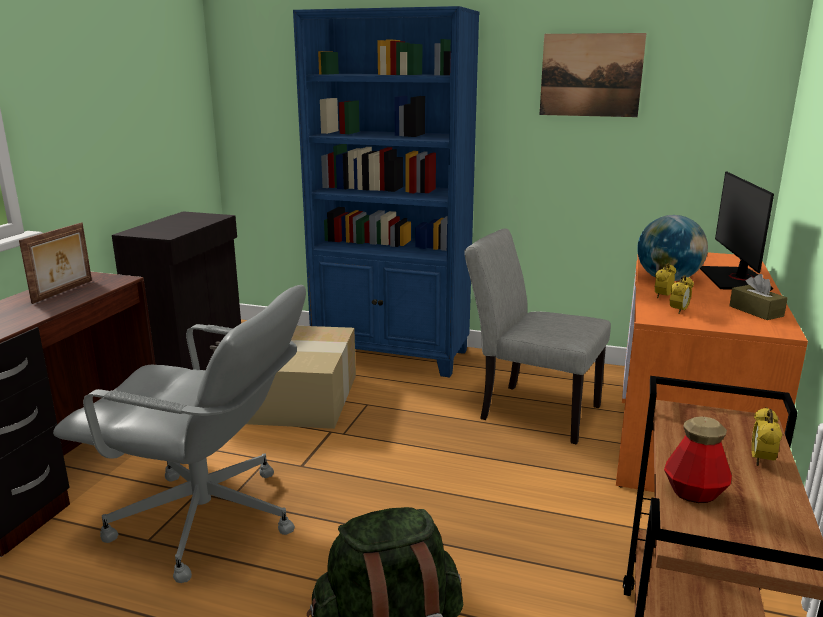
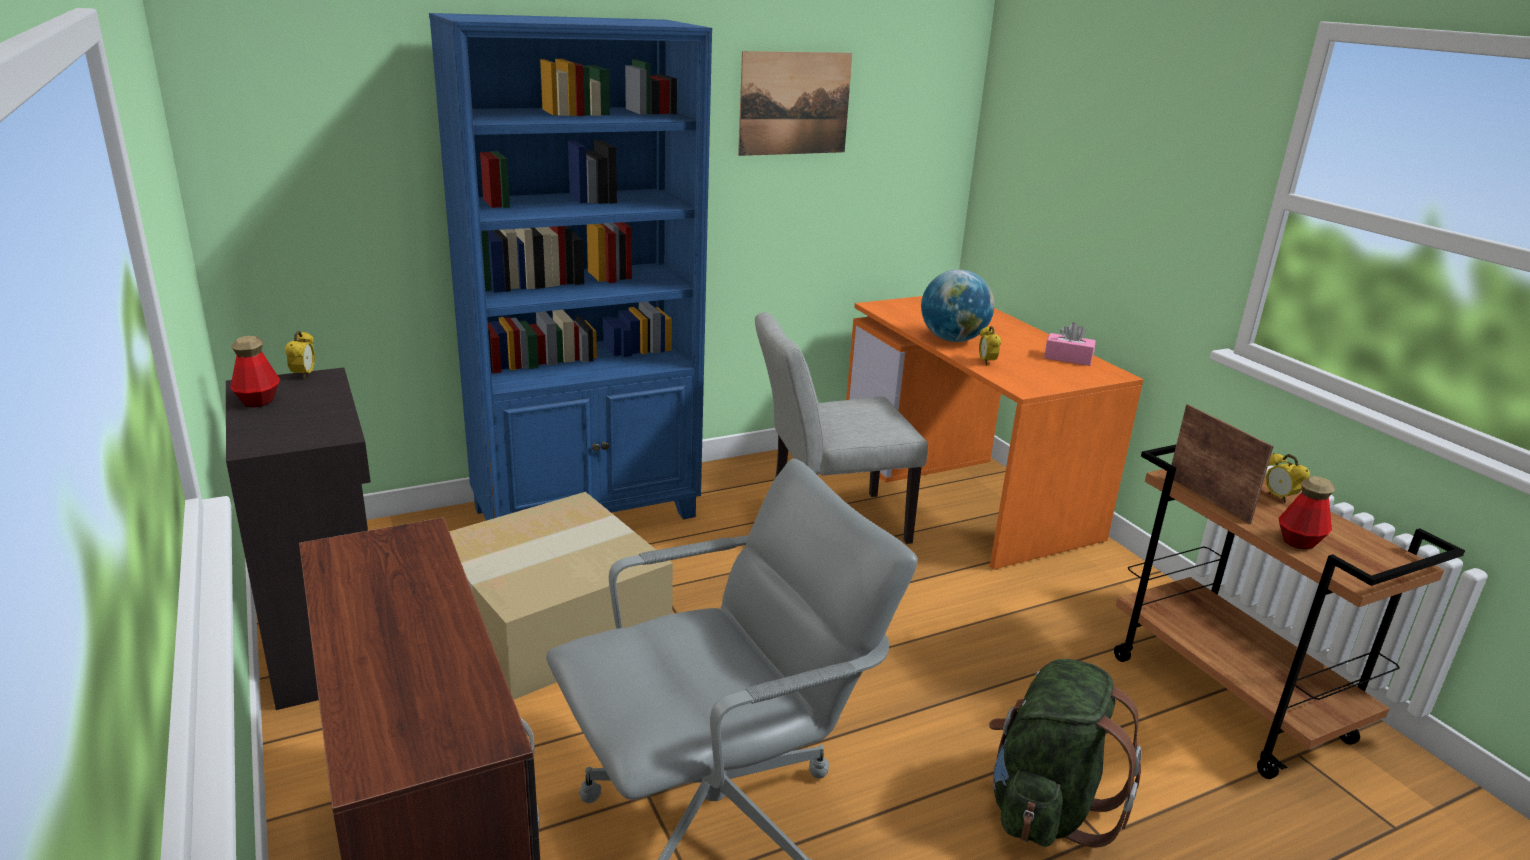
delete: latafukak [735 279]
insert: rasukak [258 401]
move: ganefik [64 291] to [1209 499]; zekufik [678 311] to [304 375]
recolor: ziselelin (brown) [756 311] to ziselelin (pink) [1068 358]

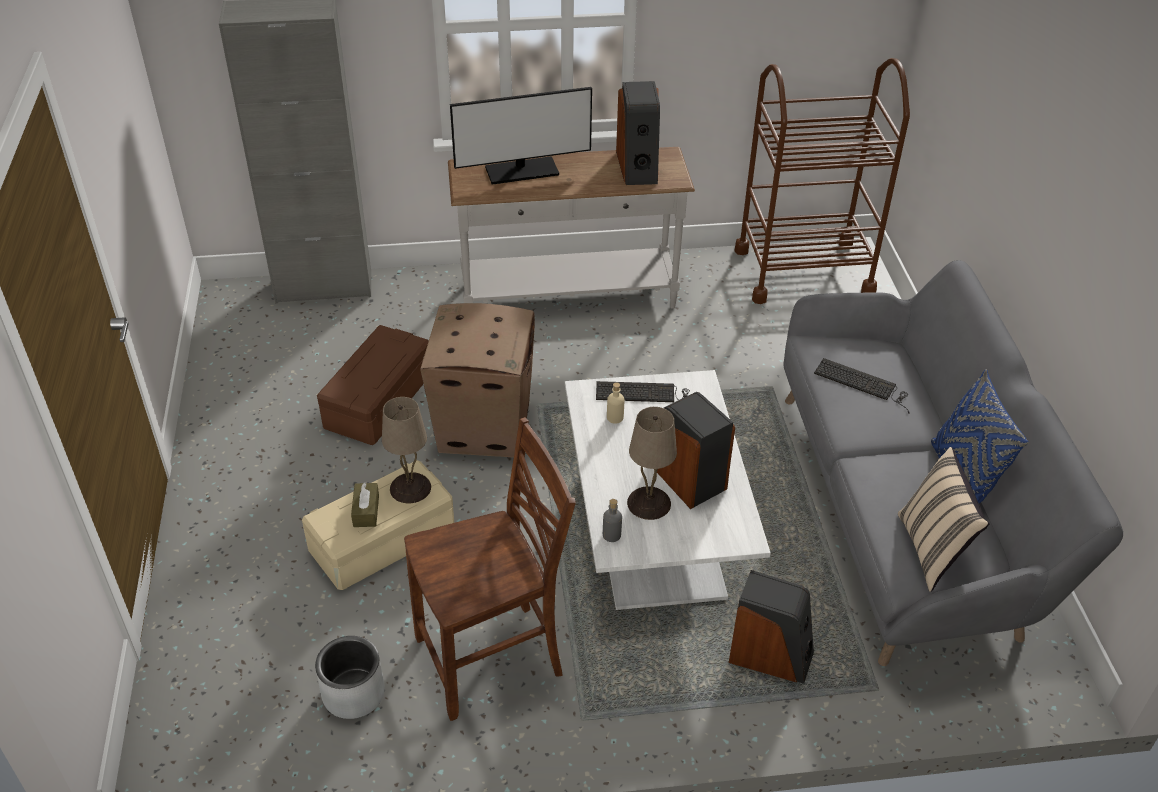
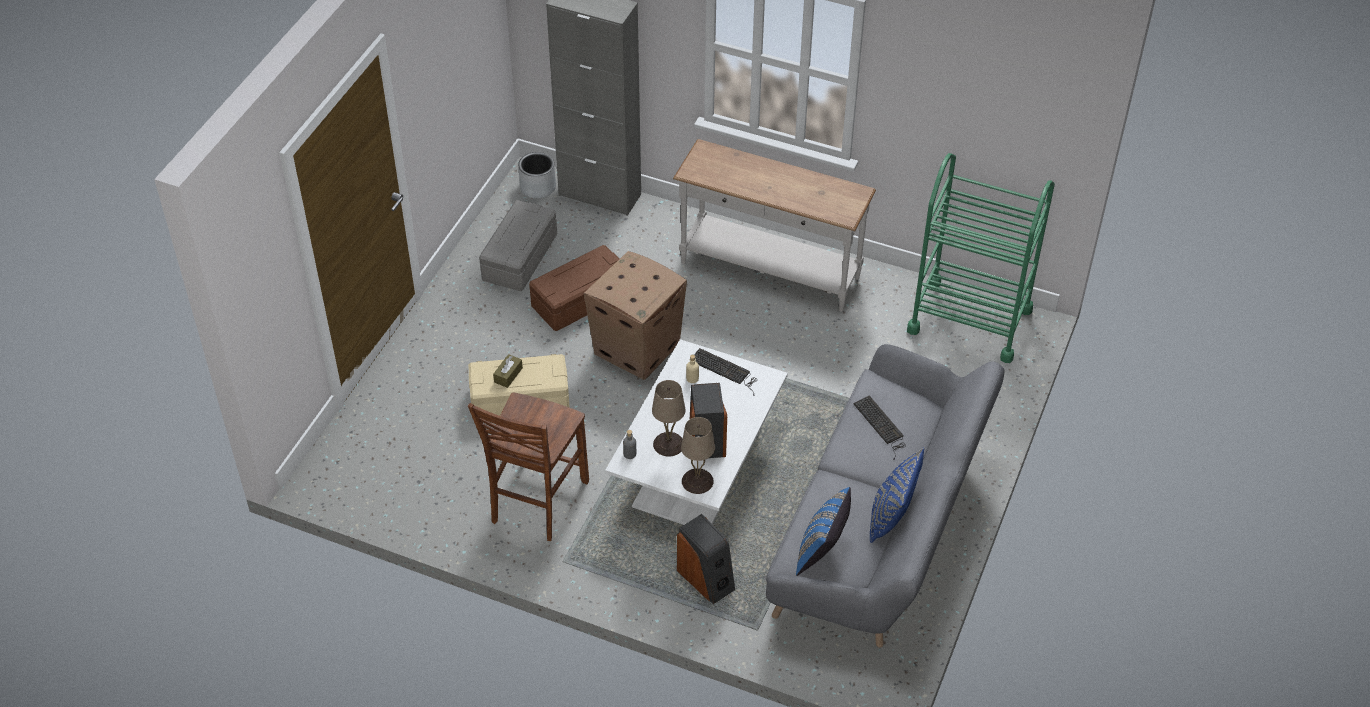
delete: latafukak [522 171]; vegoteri [638 167]
insert: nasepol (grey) [519 257]
move: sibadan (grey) [353 694] to [537 187]; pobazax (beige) [411 487] to [698 481]
recolor: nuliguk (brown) [803 271] to nuliguk (green) [969 320]; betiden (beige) [932 550] to betiden (blue) [822 552]
rotate: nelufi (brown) [493 659] = [536 502] 105 degrees clockwise

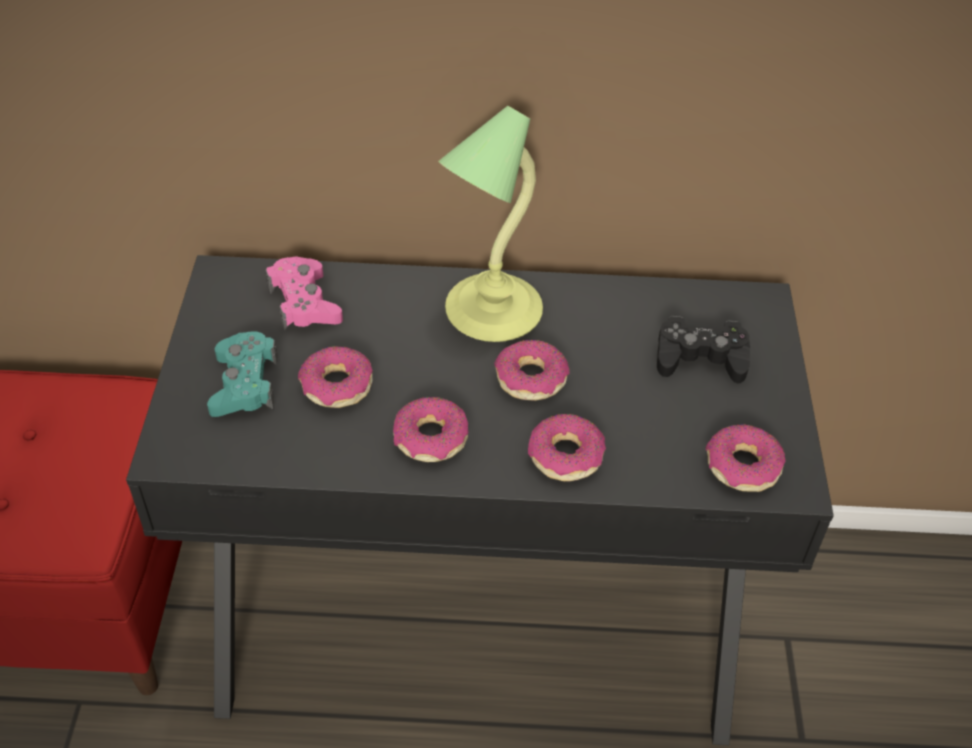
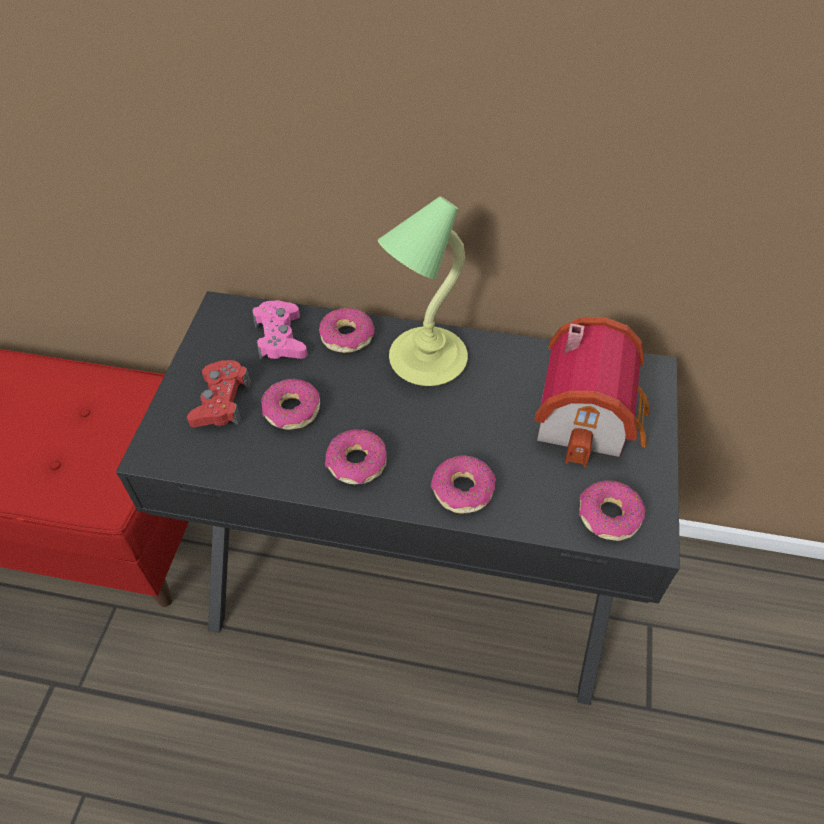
move: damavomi [530 378] to [347 336]
replace: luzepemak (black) [700 358] to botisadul [590 416]
recolor: luzepemak (turquoise) [244 384] to luzepemak (red) [221 401]

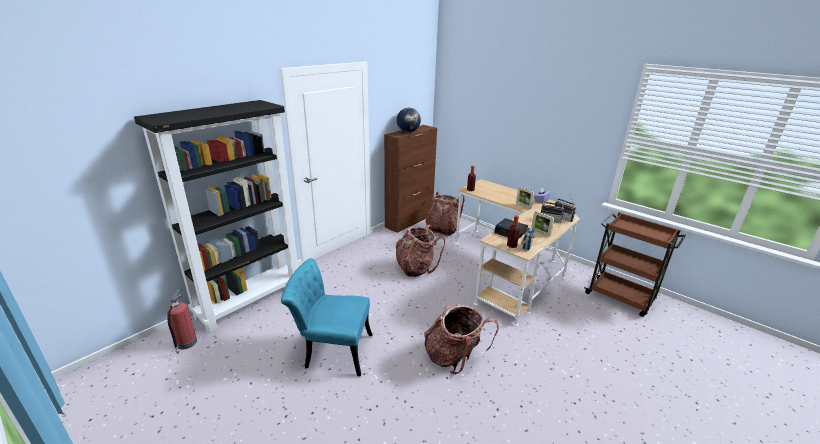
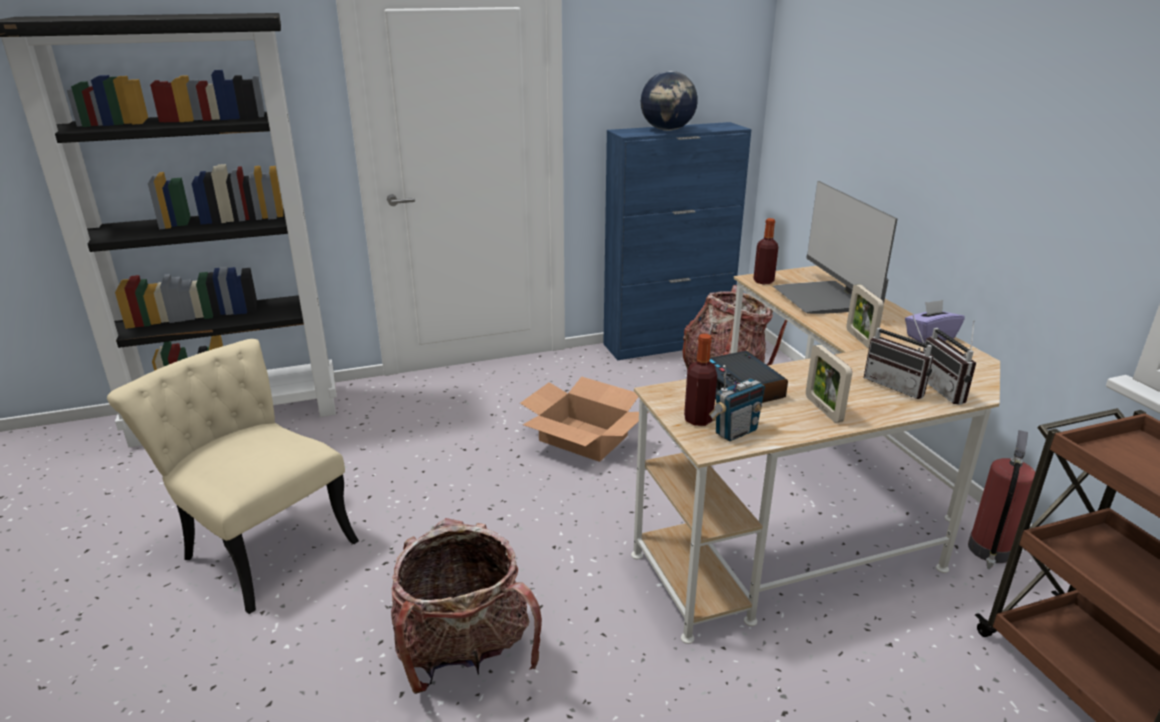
insert: latafukak [823 299]
move: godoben [186 343] to [989 551]
replace: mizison [416 268] to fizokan [583 438]
recolor: nelufi (turquoise) [331 350] to nelufi (beige) [260 544]; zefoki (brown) [409 221] to zefoki (blue) [668 343]

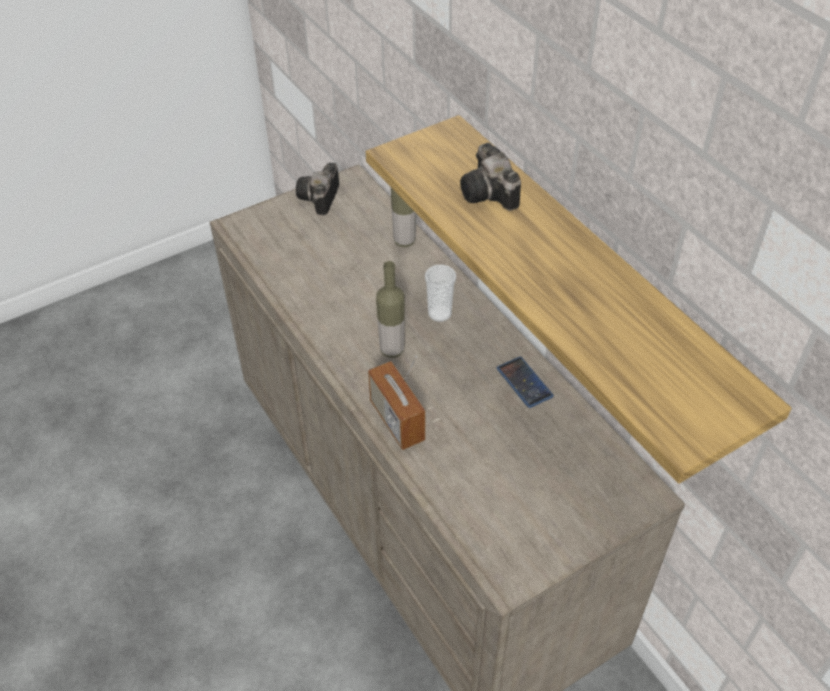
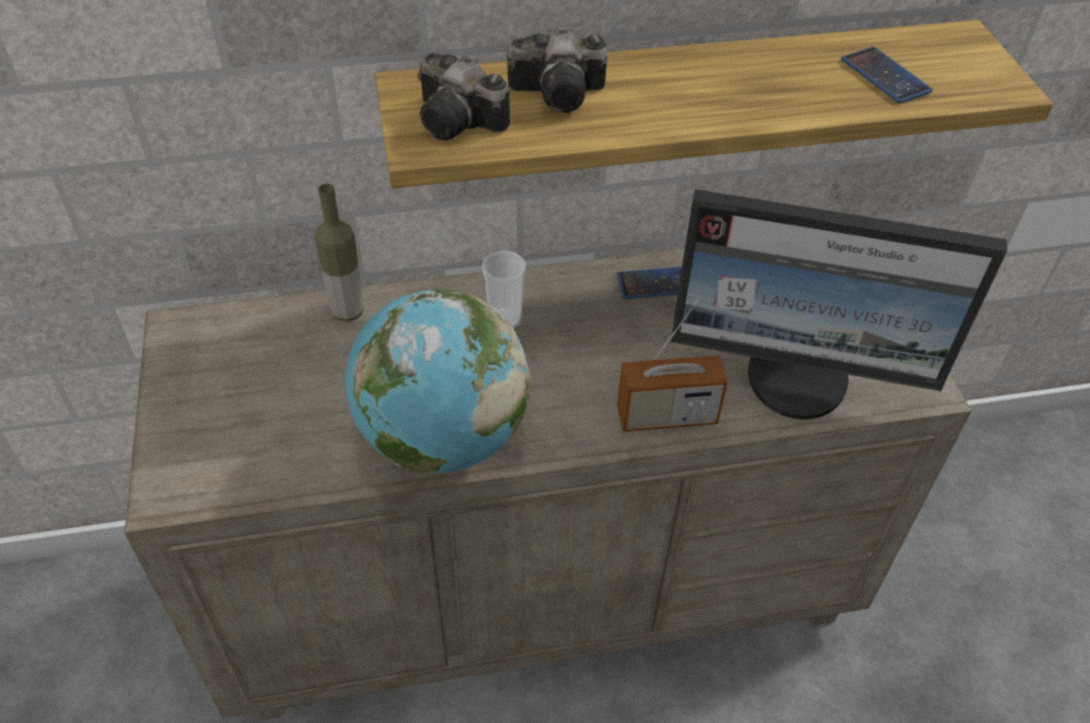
delete: rasukak [392 350]
insert: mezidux [442 438]; latafukak [798 379]; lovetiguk [885 76]
move: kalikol [320 199] to [461 122]

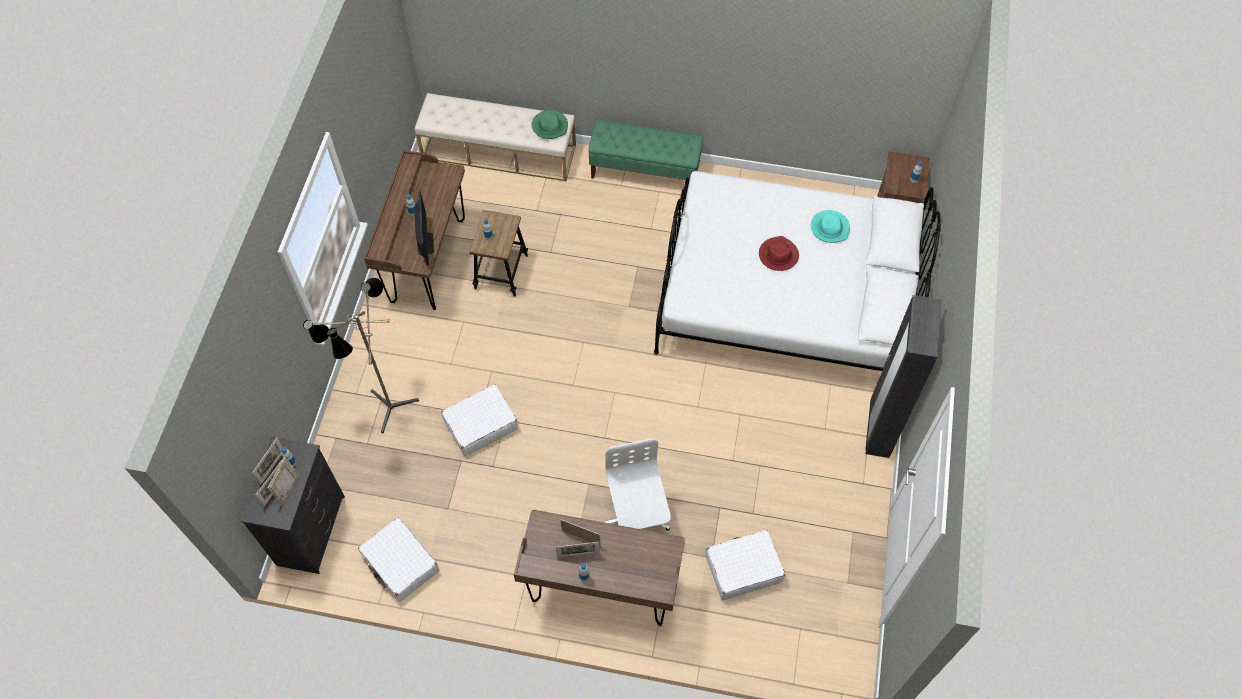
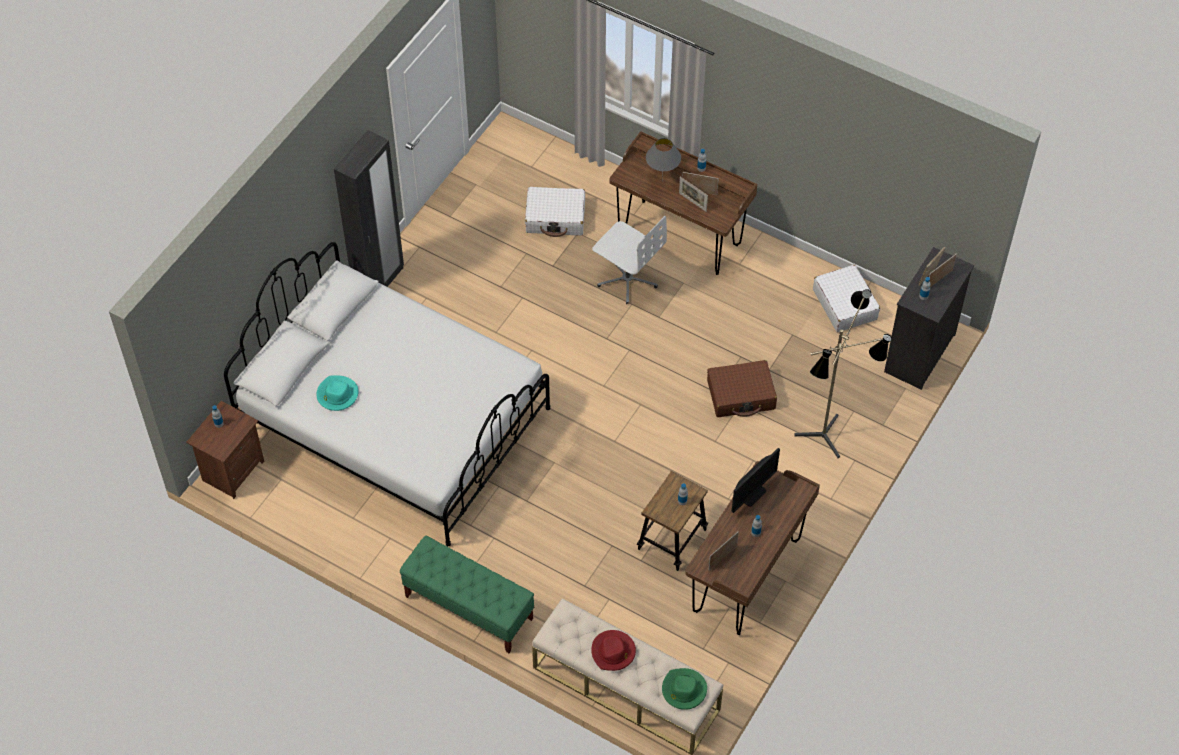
insert: pobazax (grey) [662 181]
move: ganefik [272 467] to [722 558]; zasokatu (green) [550 126] to [683 690]; zasokatu (red) [778 255] to [613 652]
recolor: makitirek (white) [480 425] to makitirek (brown) [741 395]
rotate: latafukak [425 243] = [752 494] 150 degrees counterclockwise; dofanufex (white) [637 517] = [627 279] 60 degrees counterclockwise

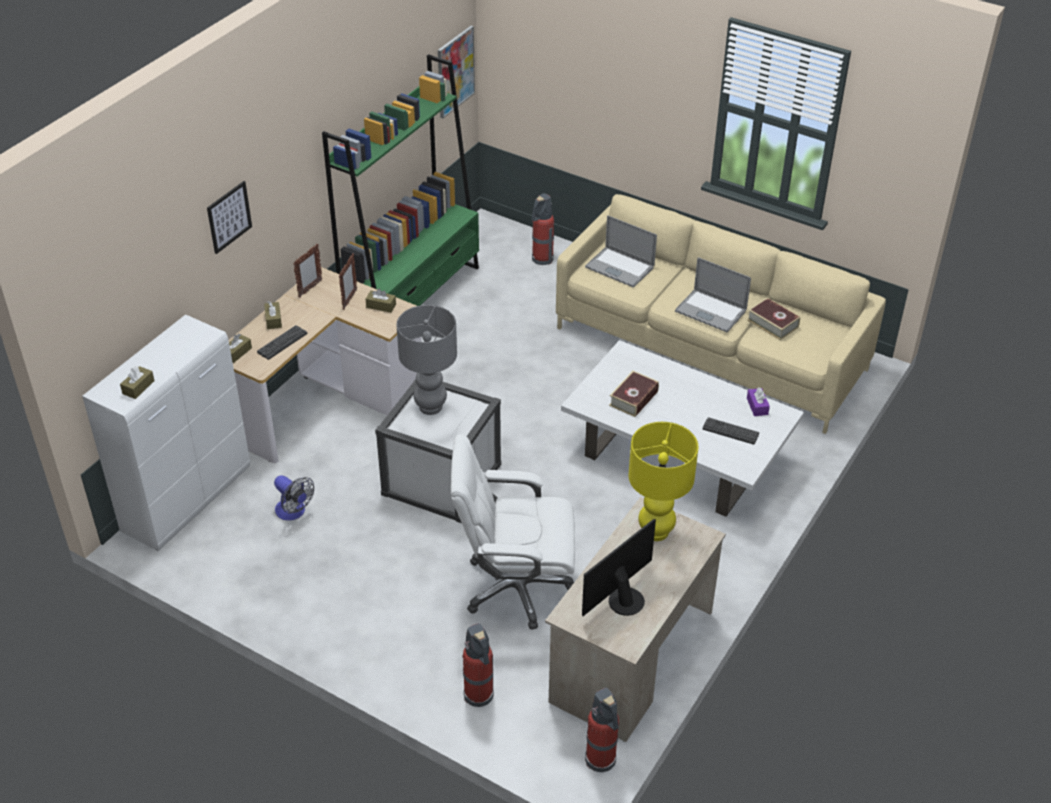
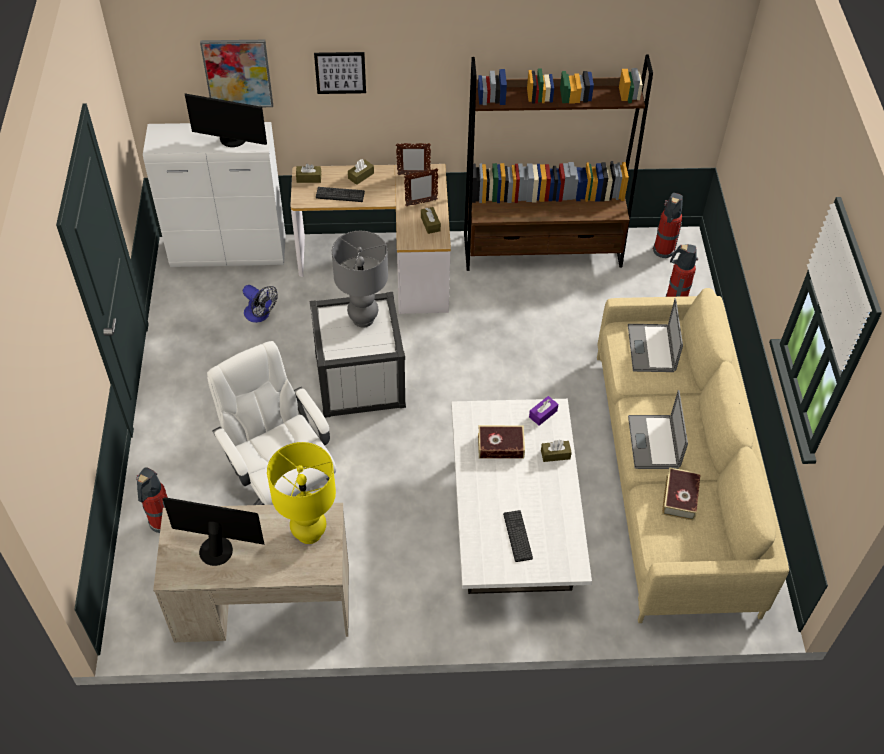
insert: latafukak [232 140]
move: ziselelin (brown) [138 387] to [555 454]; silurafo [455 71] to [237 73]; godoben [601 760] to [663 251]; ziselelin (purple) [757 406] to [543 414]
recolor: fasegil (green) [413 300] to fasegil (brown) [542 251]
rotate: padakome [294 512] = [260 315] 60 degrees counterclockwise

